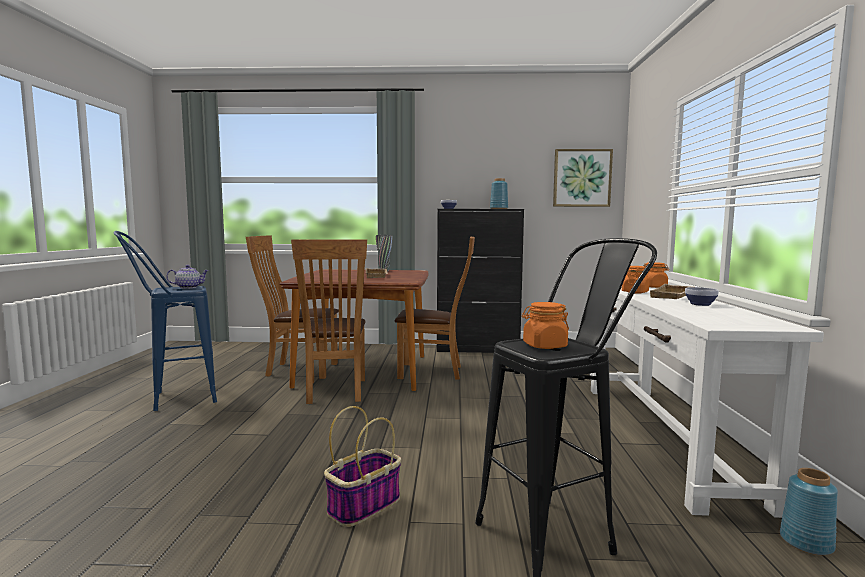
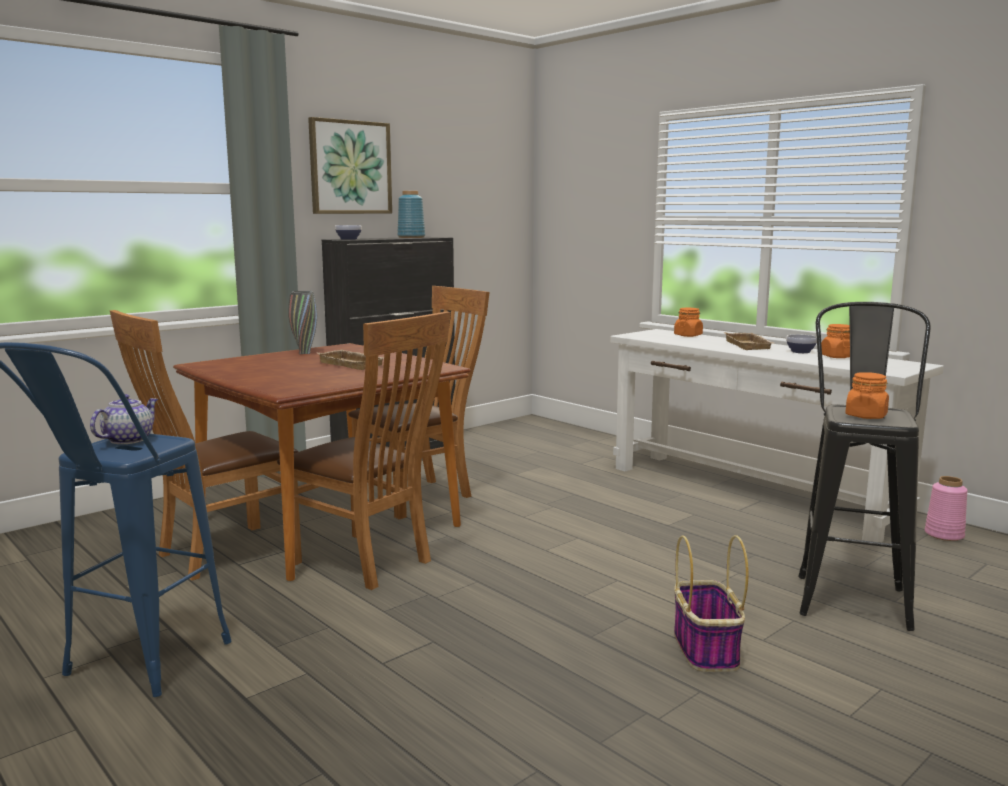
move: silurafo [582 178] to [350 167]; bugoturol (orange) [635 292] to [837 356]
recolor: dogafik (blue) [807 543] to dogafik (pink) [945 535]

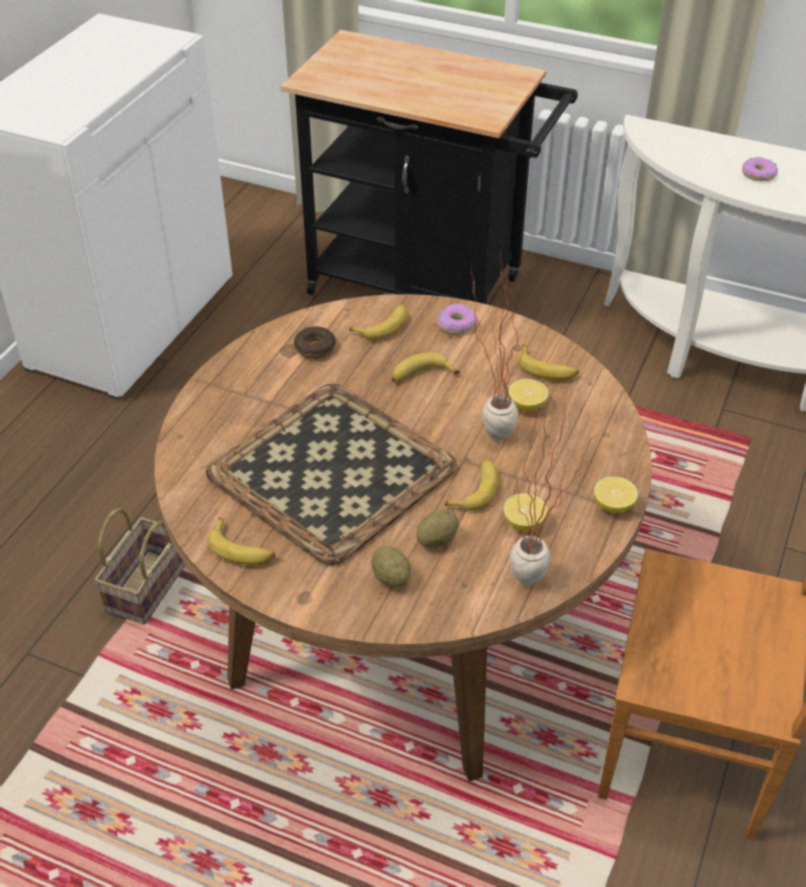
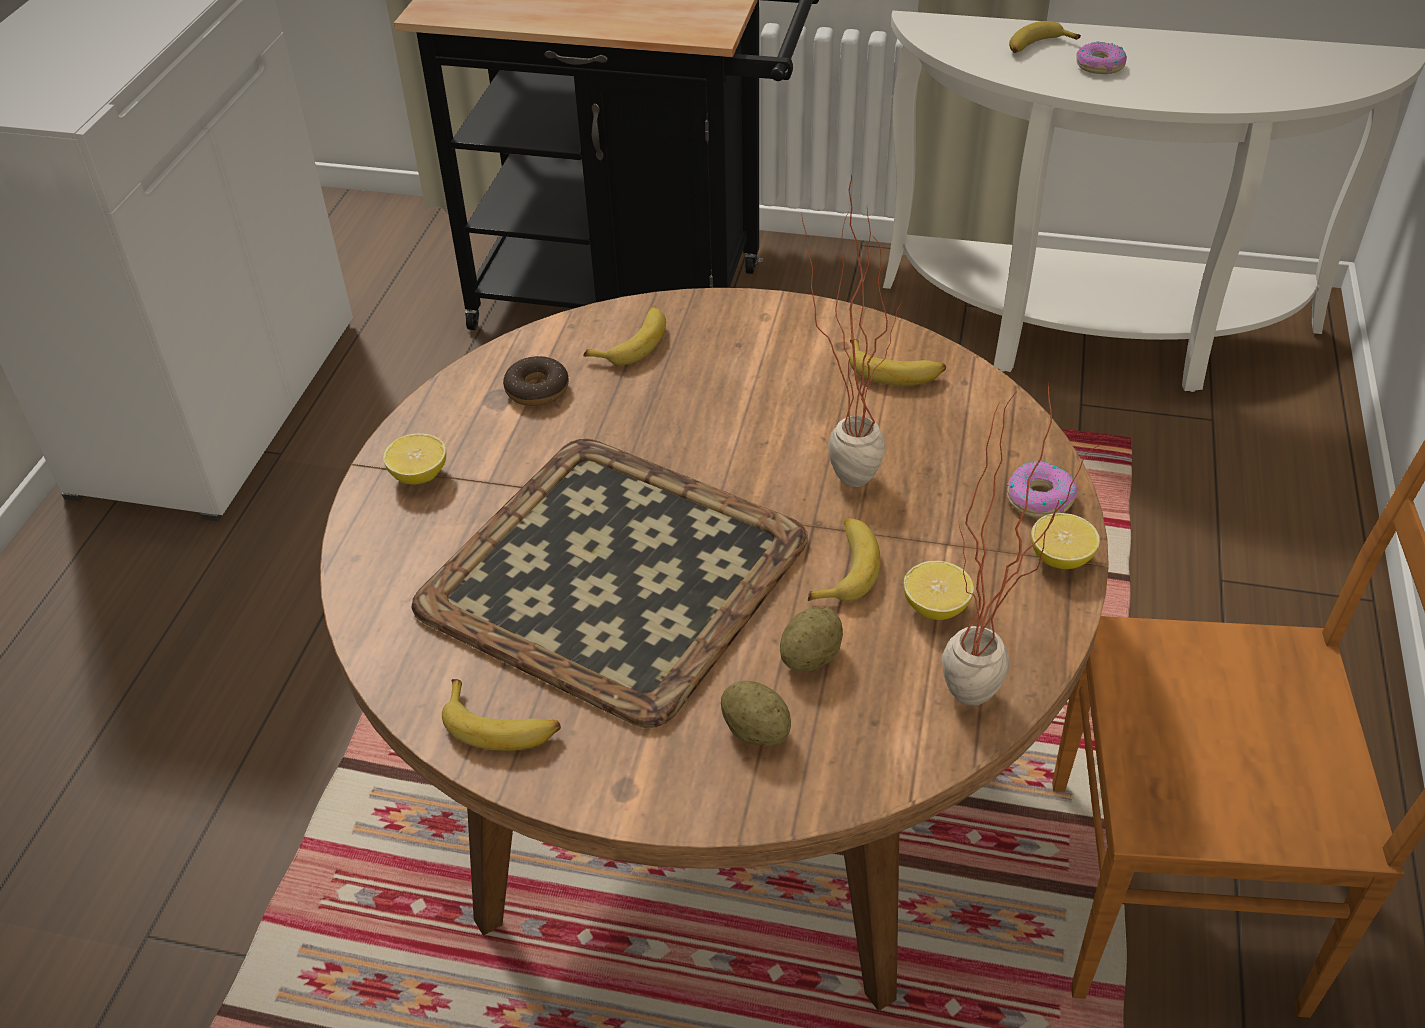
delete: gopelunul [146 585]
move: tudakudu [421 375] to [1037 47]; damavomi [456 324] to [1039 498]; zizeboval [527 405] to [419 475]

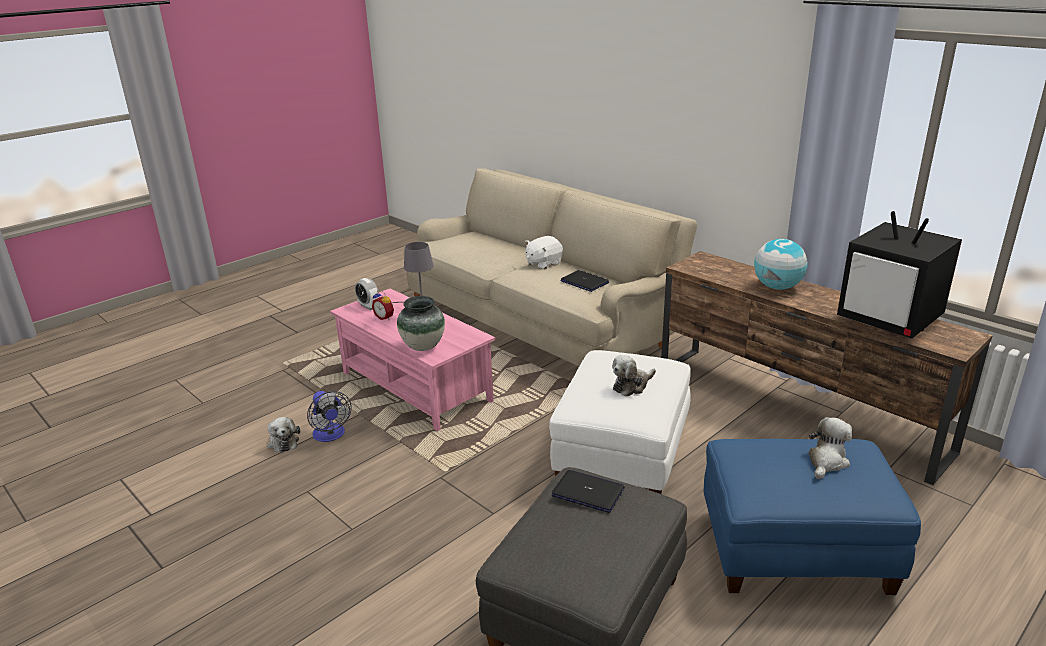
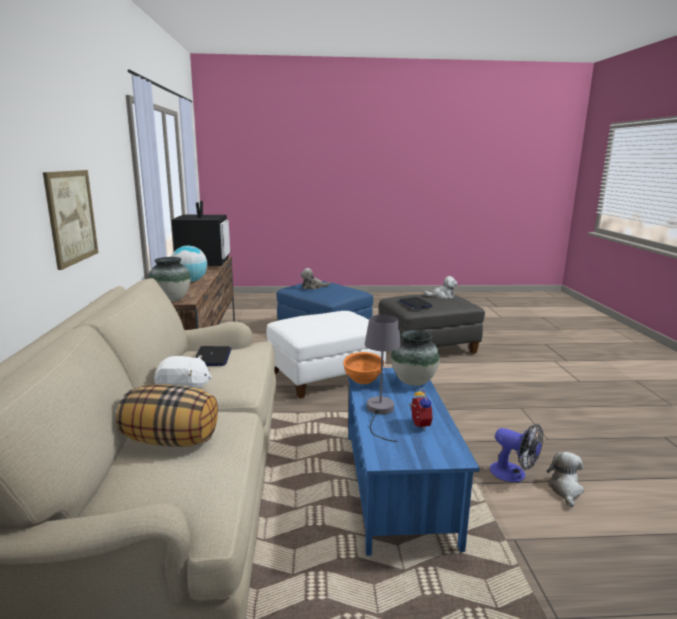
delete: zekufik [368 306]
insert: silurafo [71 217]; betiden [172 440]; dogafik [171 299]; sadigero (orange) [362 382]
move: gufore [632 386] to [442 296]
recolor: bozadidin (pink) [416 387] to bozadidin (blue) [396 485]
rotate: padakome [330 435] = [514 474] 120 degrees clockwise

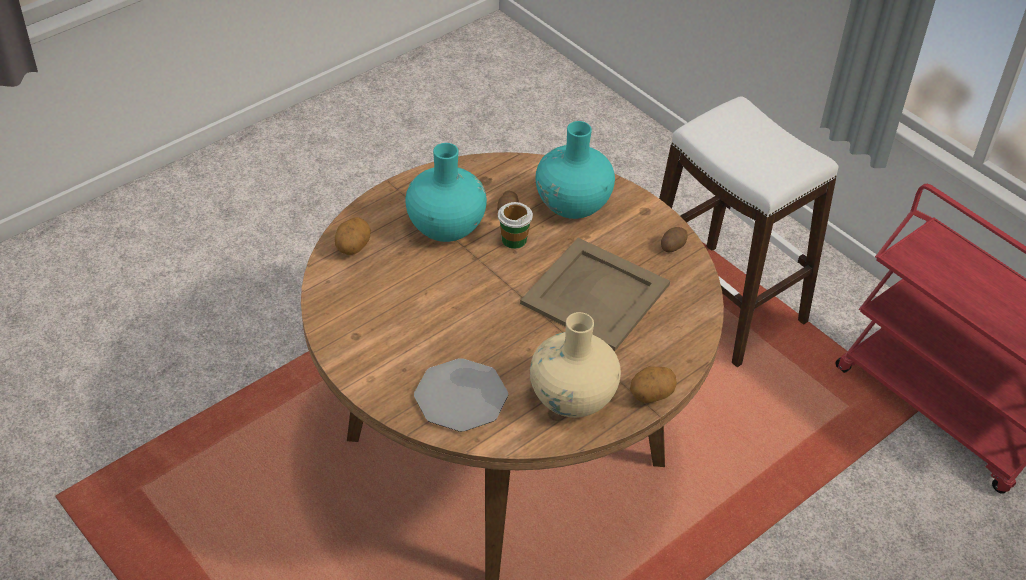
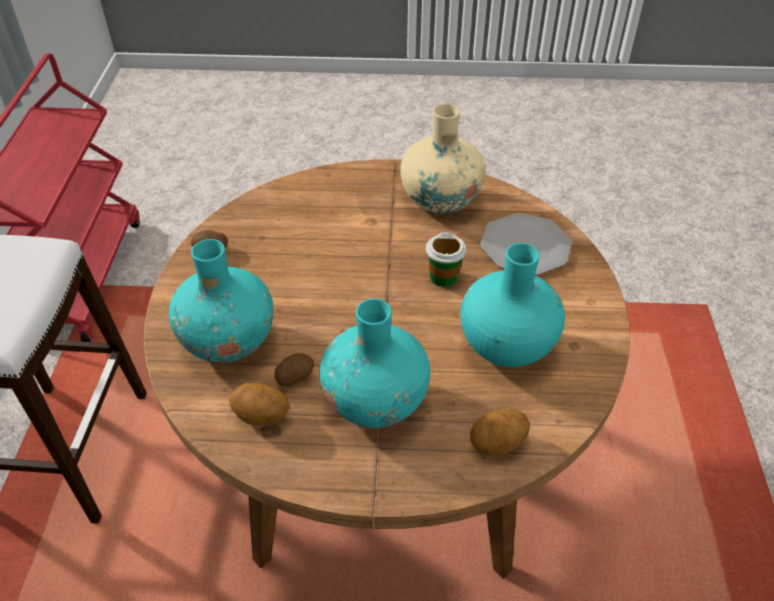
delete: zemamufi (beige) [594 294]
insert: dogafik (turquoise) [506 345]
move: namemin [514 239] to [443 277]; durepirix [651 395] to [261 417]

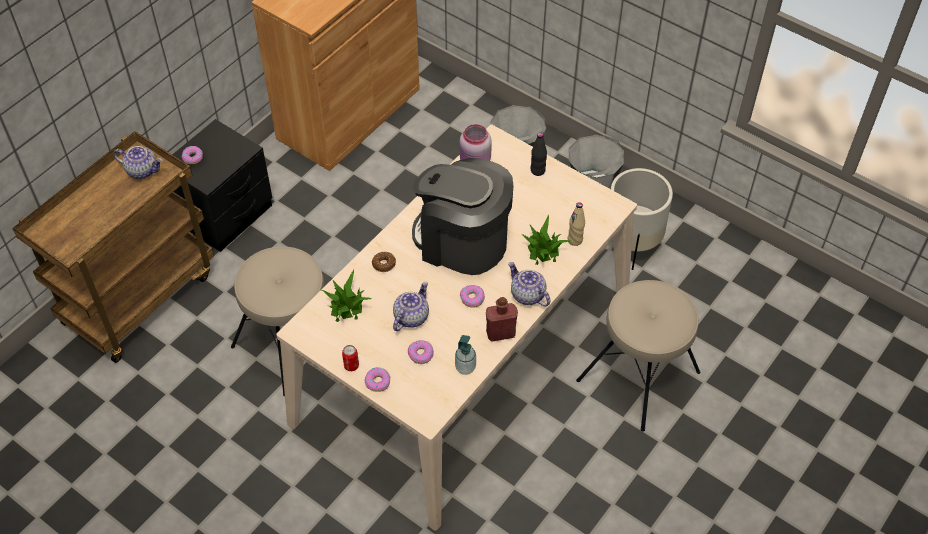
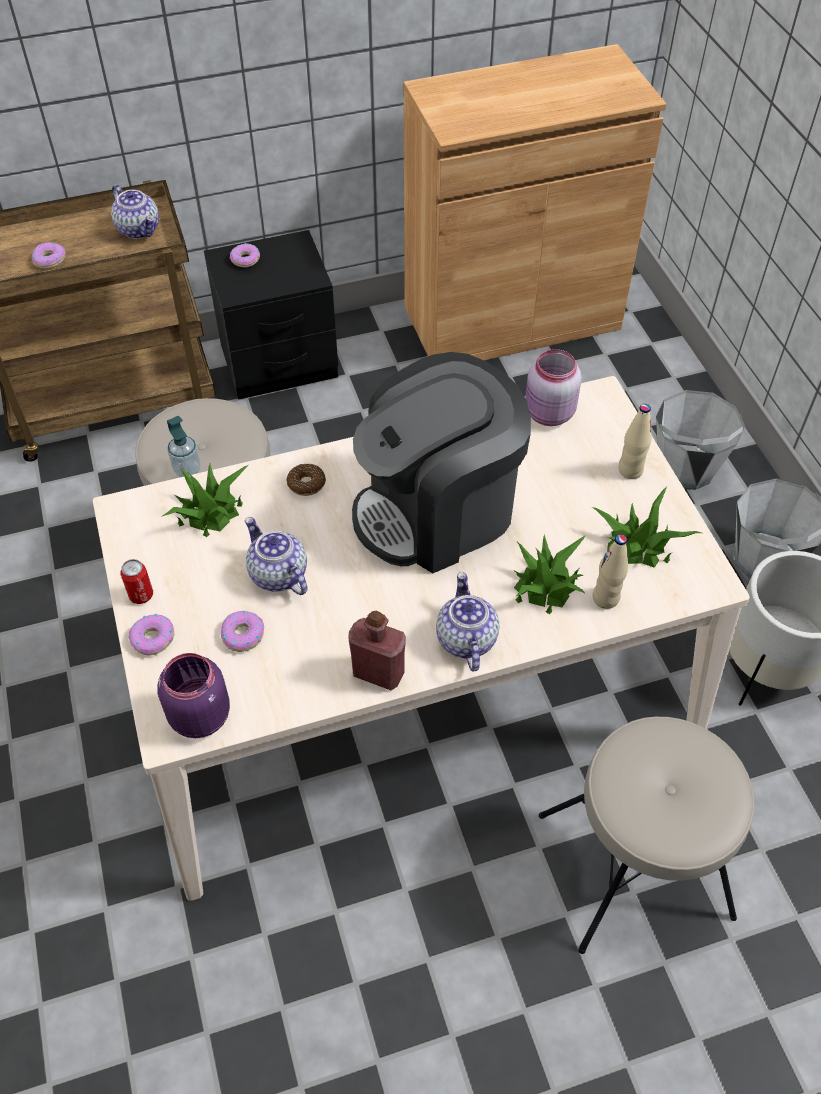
insert: bugoturol (purple) [199 714]; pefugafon [638 544]
move: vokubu [465 367] to [187 470]; damavomi [472 298] to [49 260]
recolor: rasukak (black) [537 171] to rasukak (beige) [630 470]
rotate: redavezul [411 316] = [277 574] 105 degrees counterclockwise; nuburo [462 241] = [437 511] 90 degrees counterclockwise

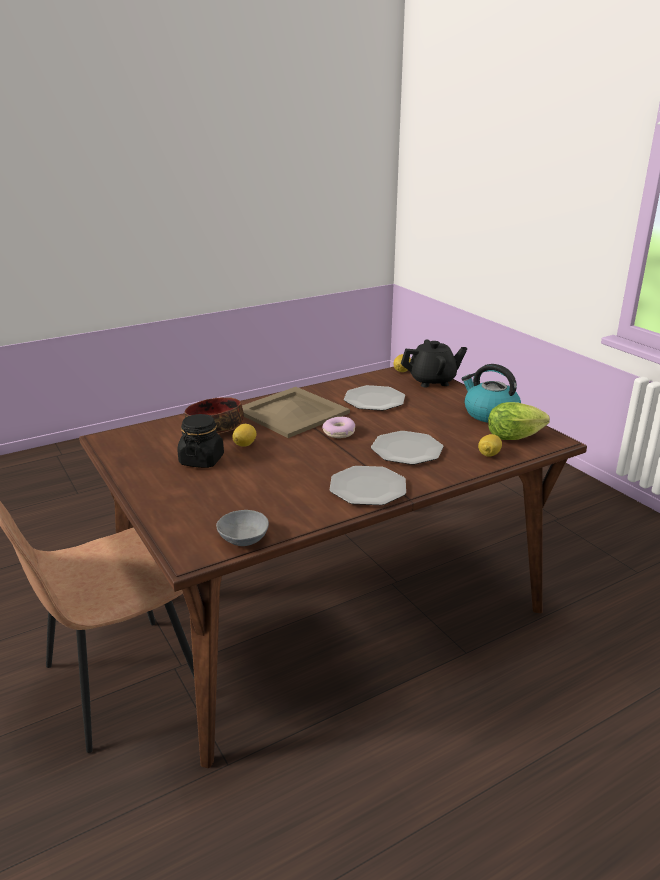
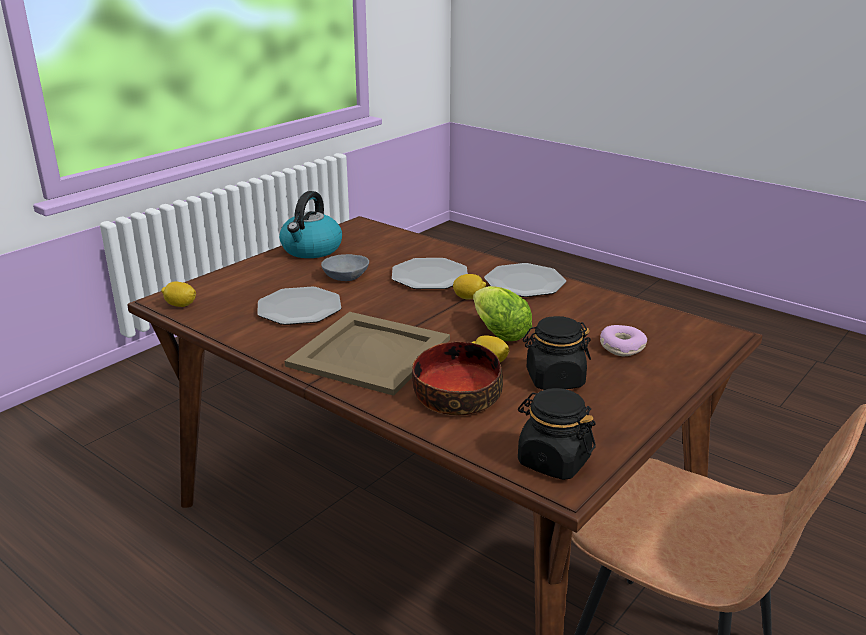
delete: redavezul (black) [432 381]
insert: bugoturol (black) [553 461]
move: sadigero (grey) [245 538] to [346 275]; damavomi [339 433] to [621 347]; zizeboval [489 454] to [469 297]; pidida [517 437] to [497 332]

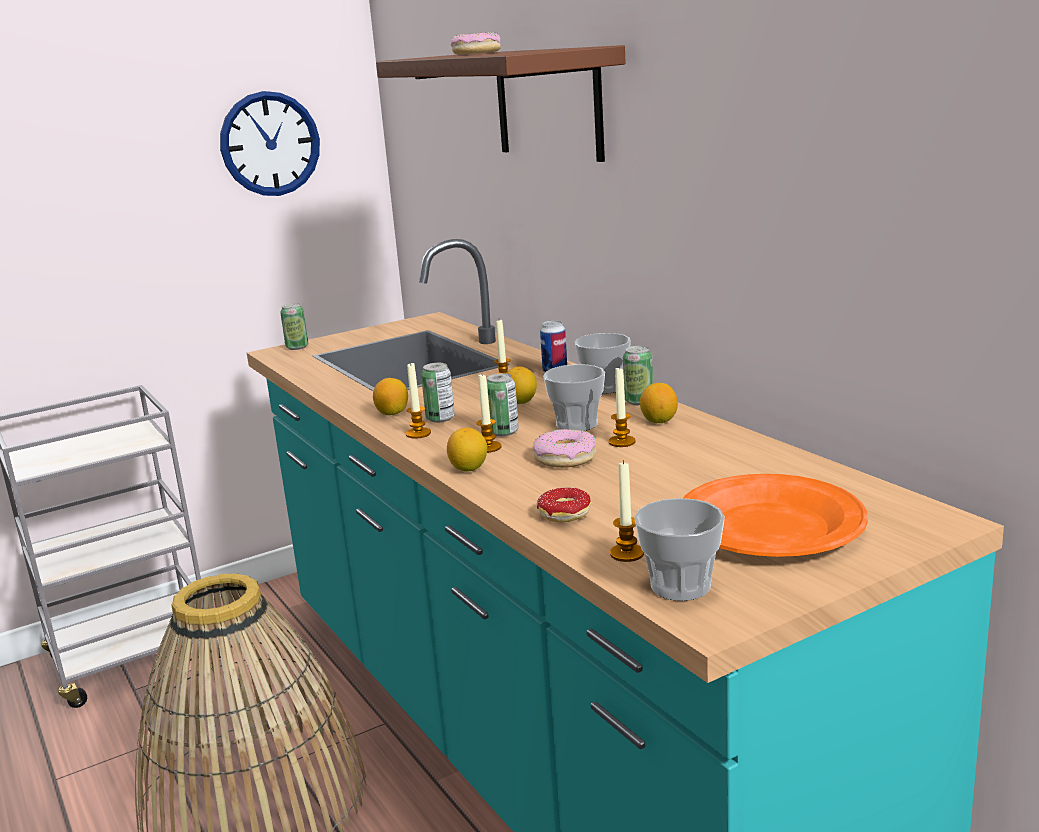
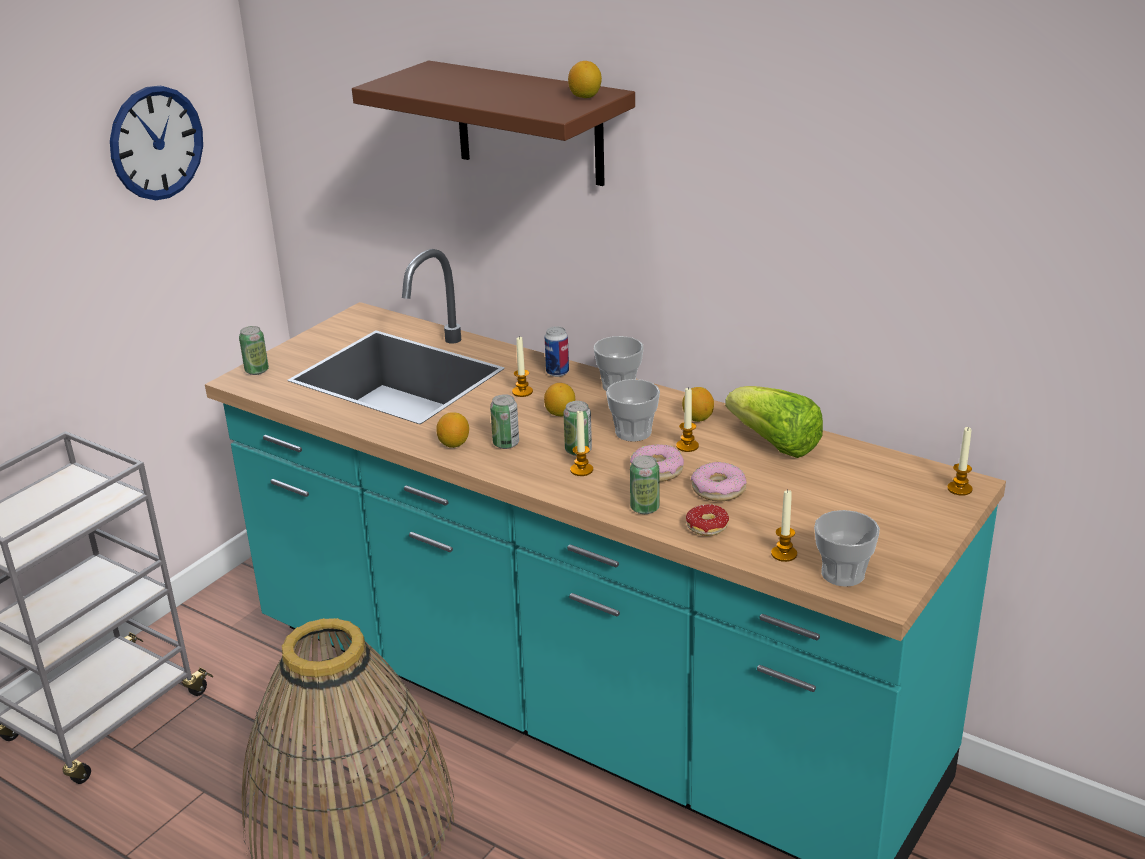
delete: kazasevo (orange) [772 526]
insert: pidida [774 444]
move: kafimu [418 434] to [959 489]; zizeboval [469 469] to [585 97]; damavomi [476 53] to [718 489]; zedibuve [639 401] to [644 508]

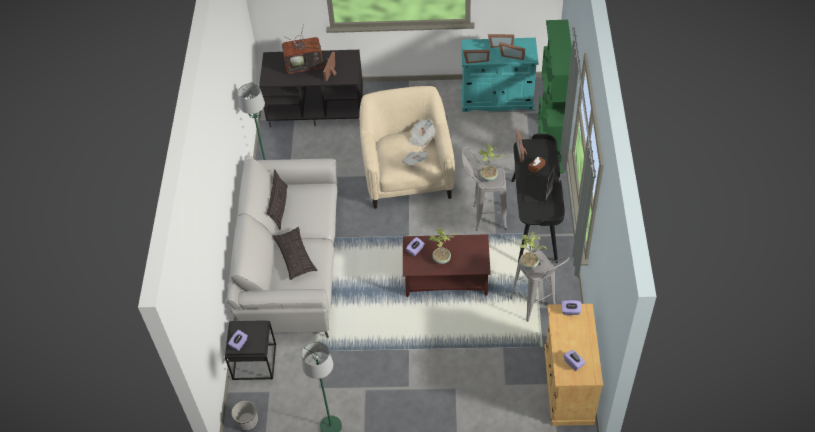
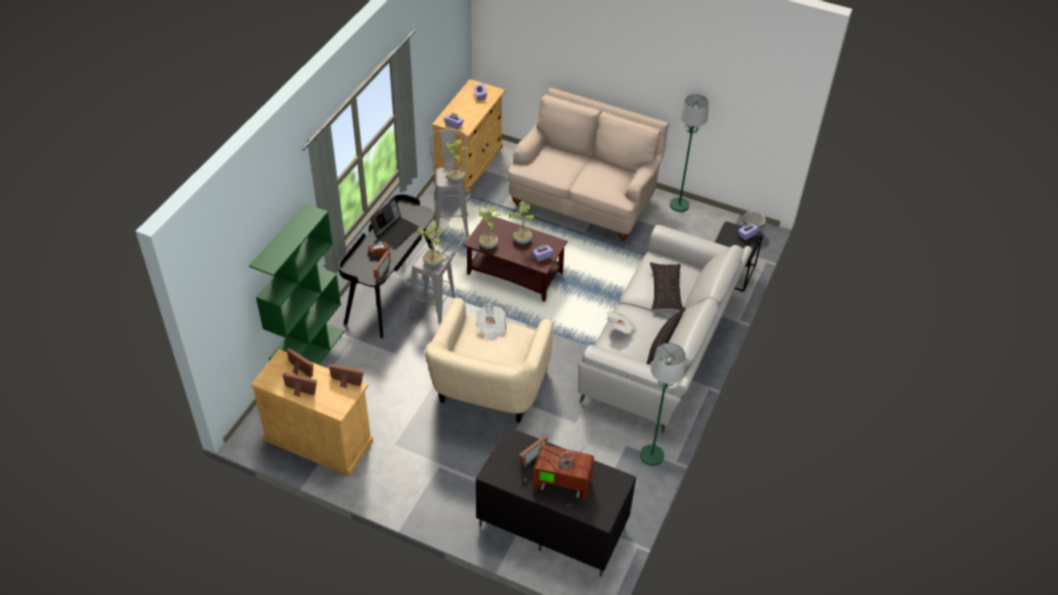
insert: pefugafon [488 245]; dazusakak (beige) [584 199]
move: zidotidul [421 138] to [621 328]
recolor: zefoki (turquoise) [497 99] to zefoki (beige) [319 441]

